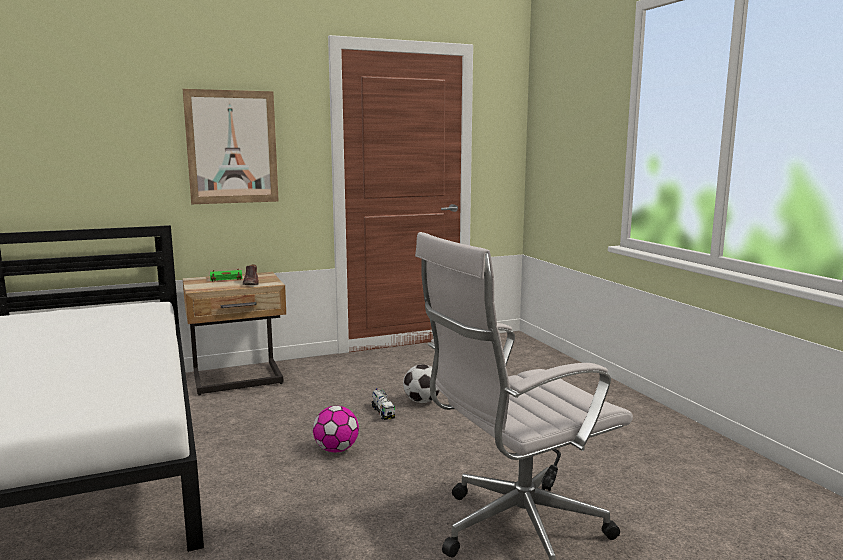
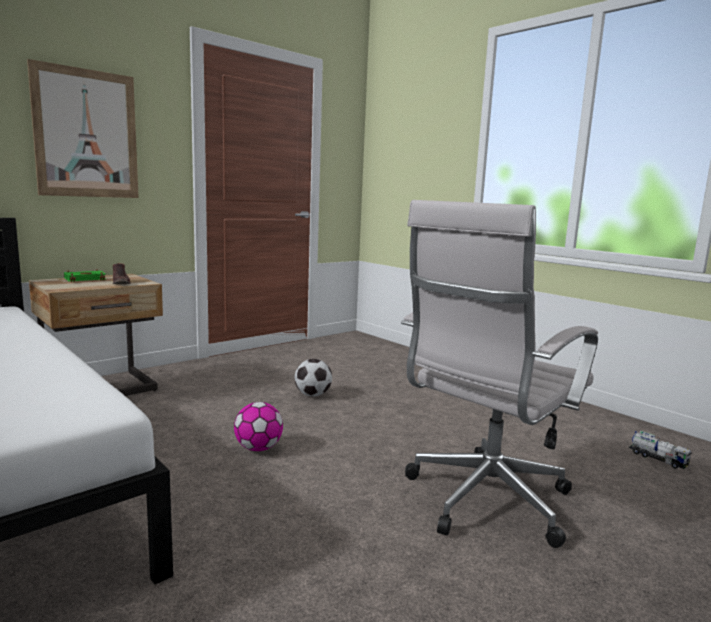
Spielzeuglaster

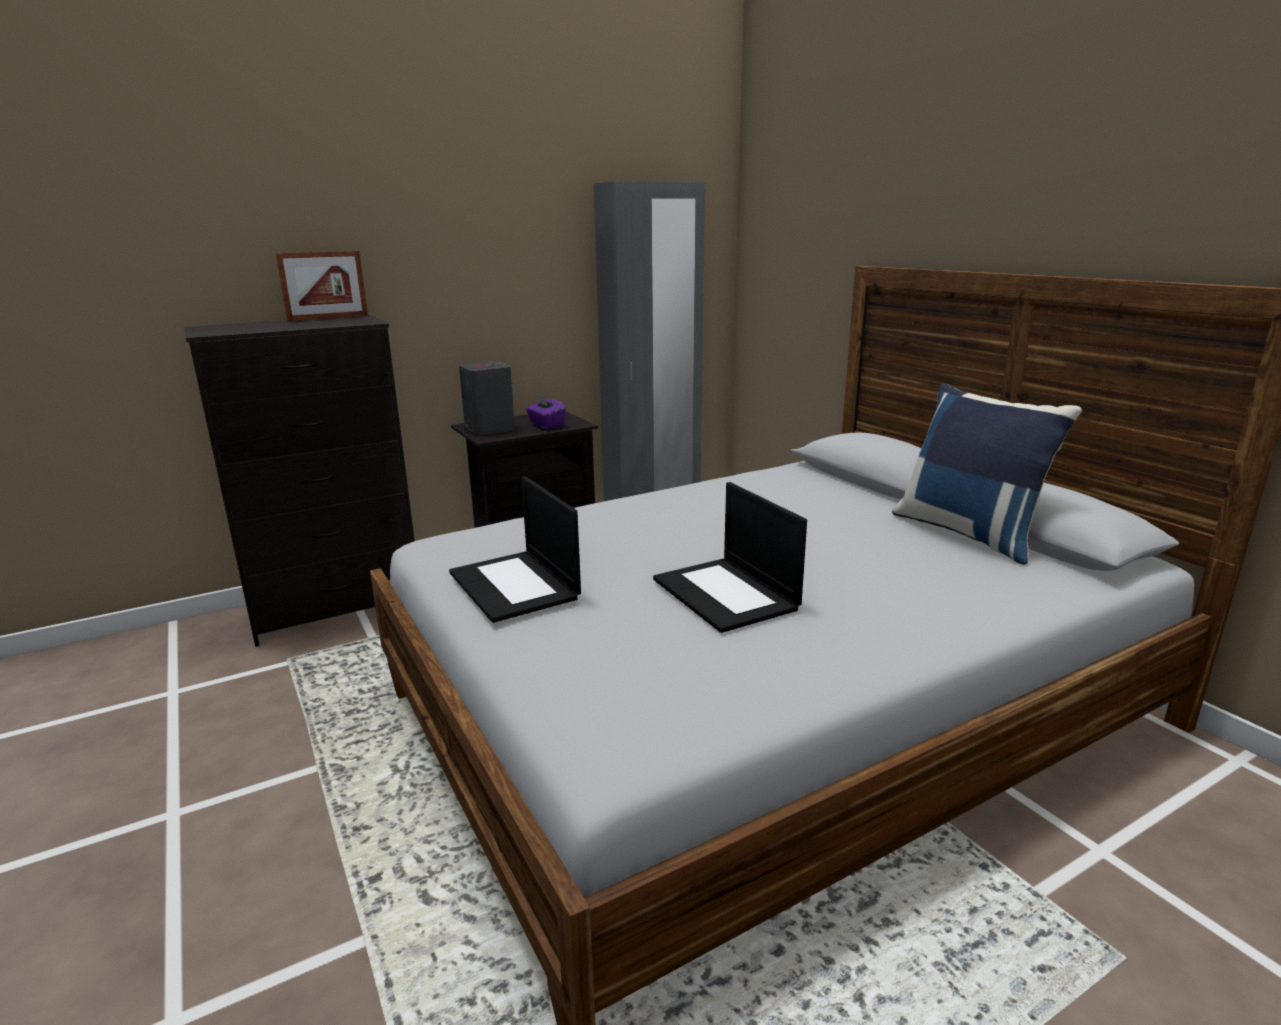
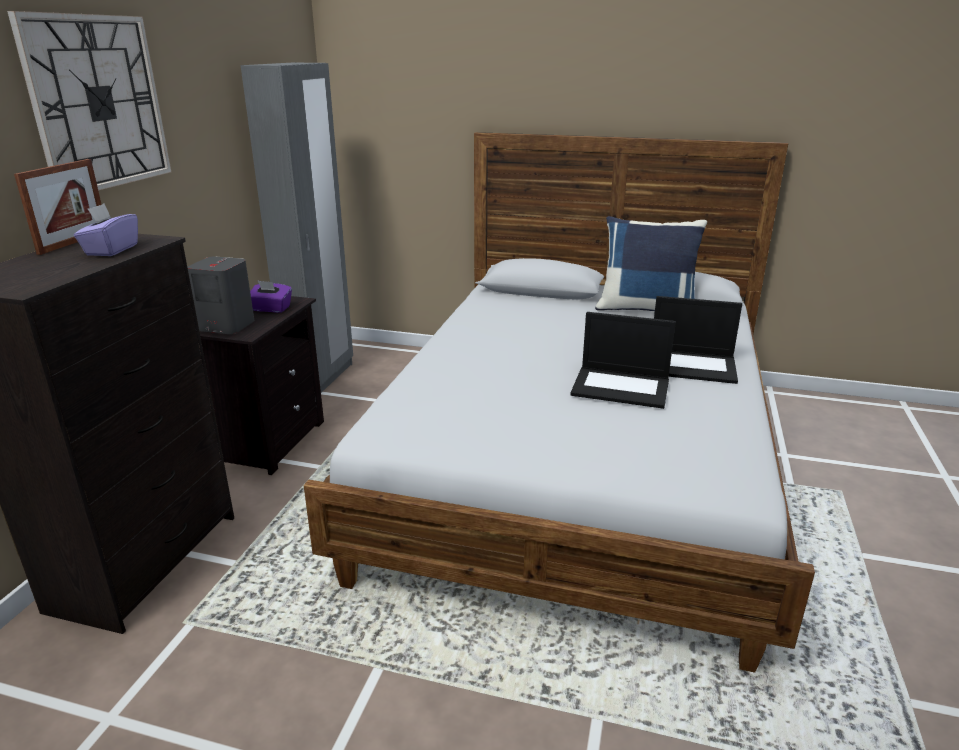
Laptop (no. 2 from left)
Wanduhr
Taschentuchbox (lila) (no. 1 from left)

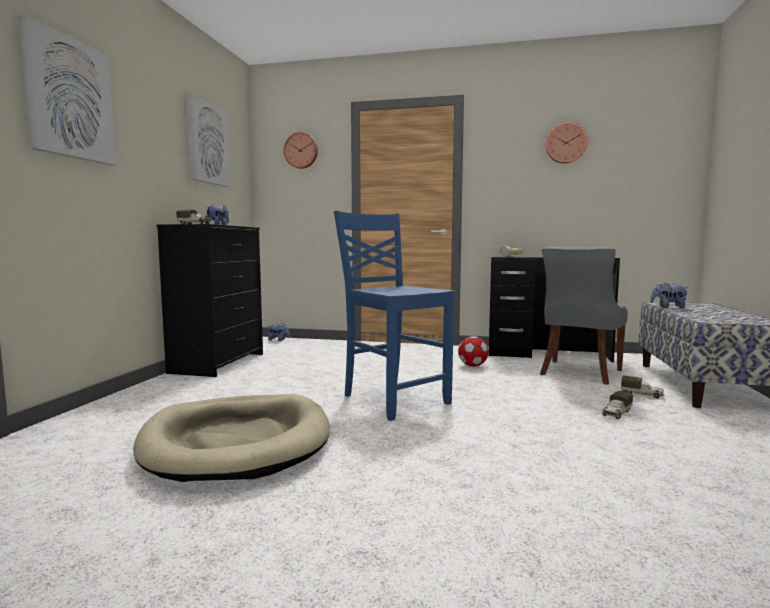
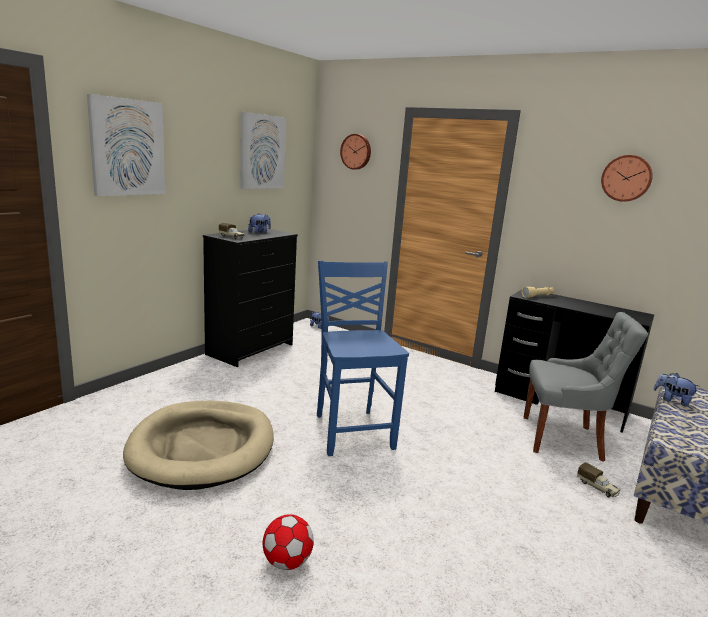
Stuhl (grau)
Fußball
Spielzeuglaster (no. 2 from left in the first image)

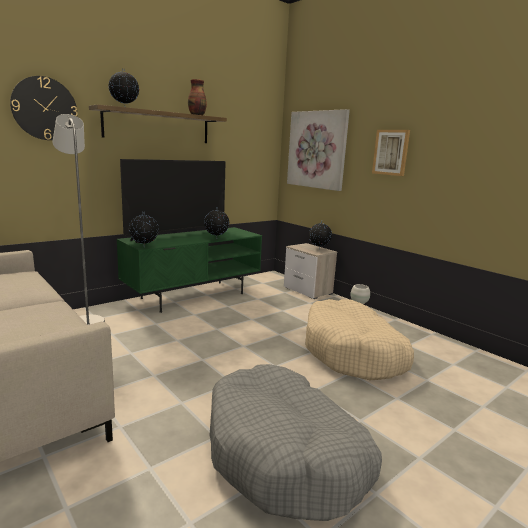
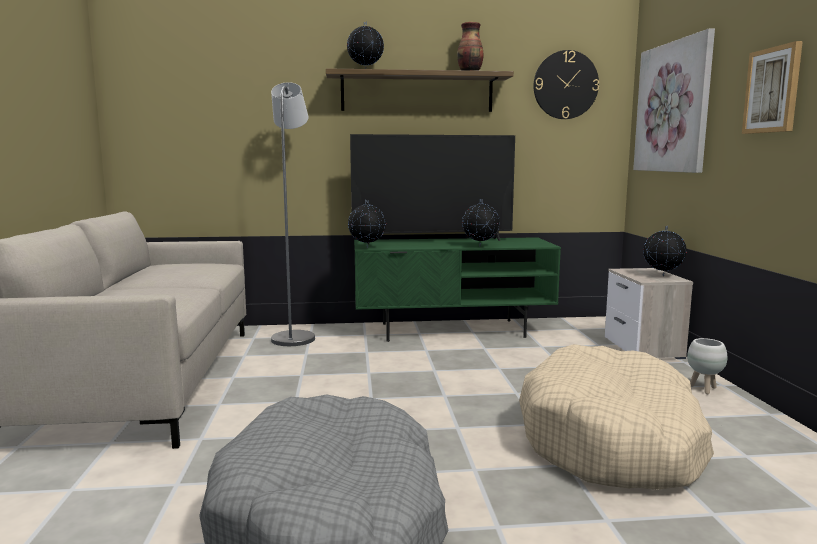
Wanduhr

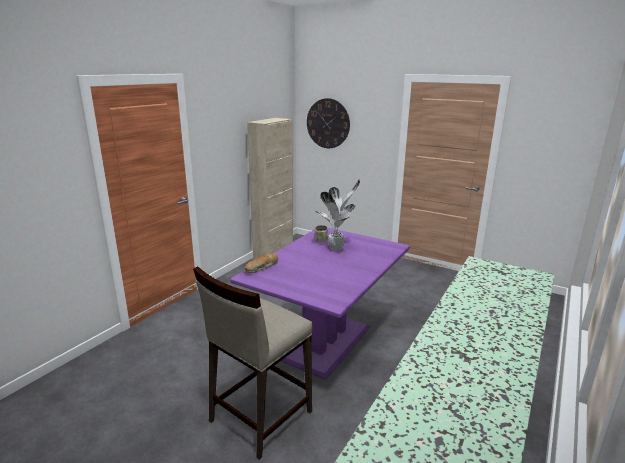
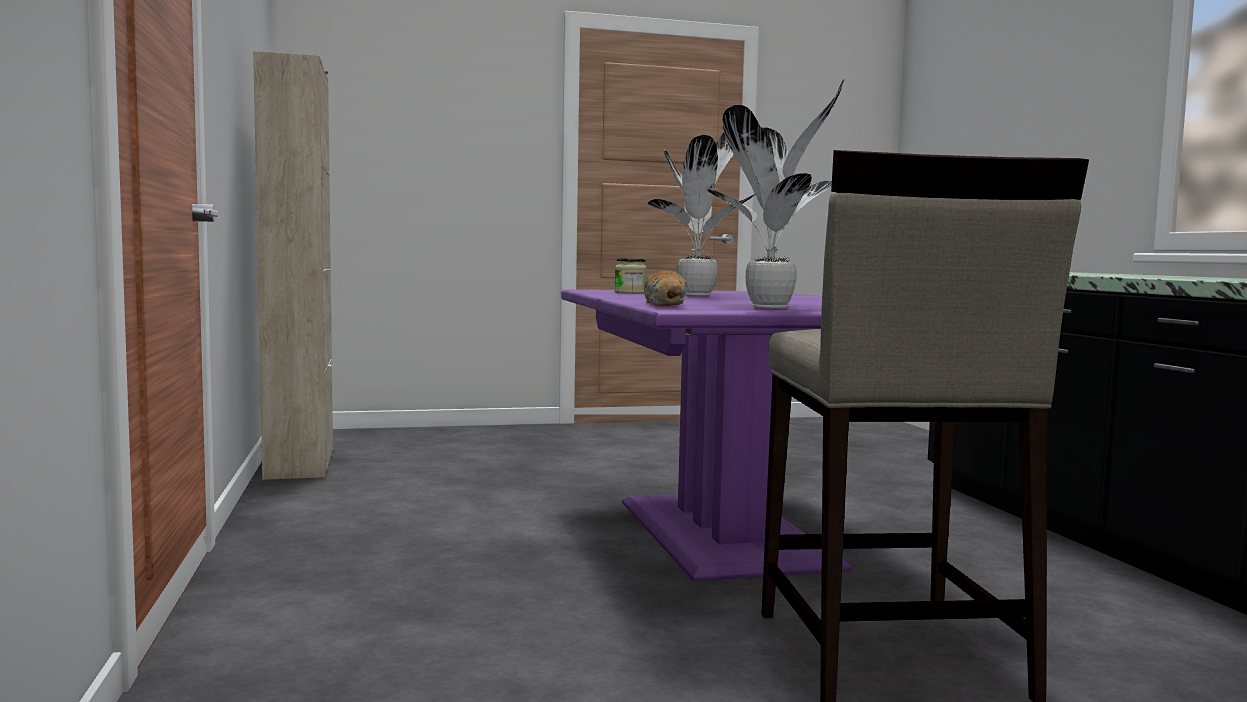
Wanduhr
Topfpflanze (no. 2 from left)

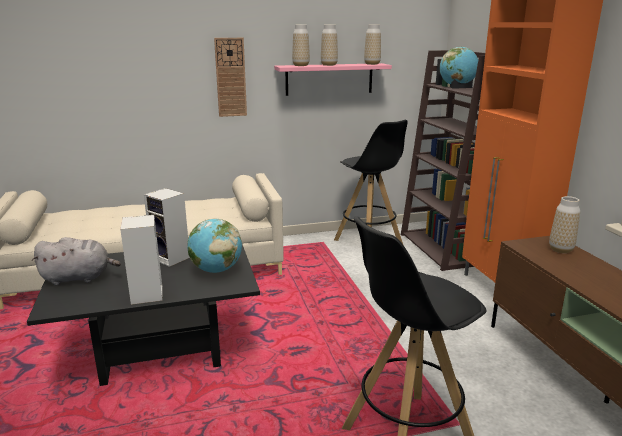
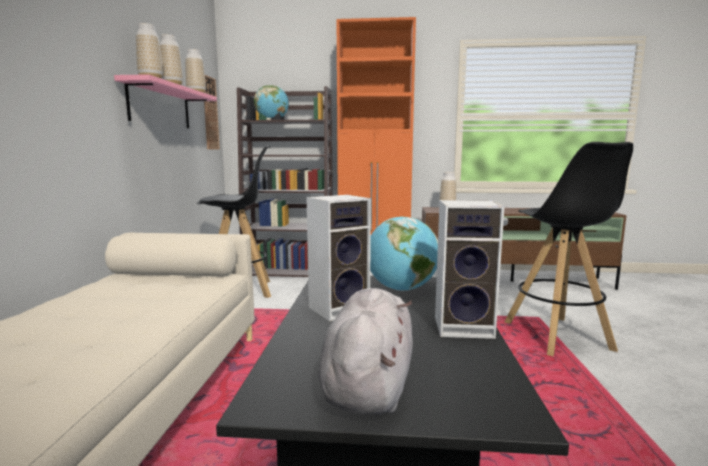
Wanduhr

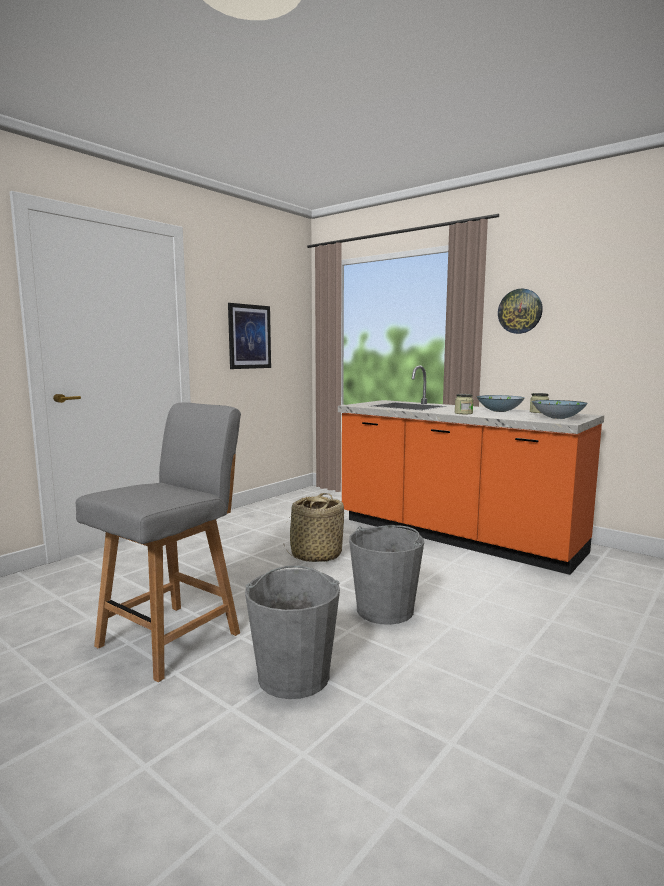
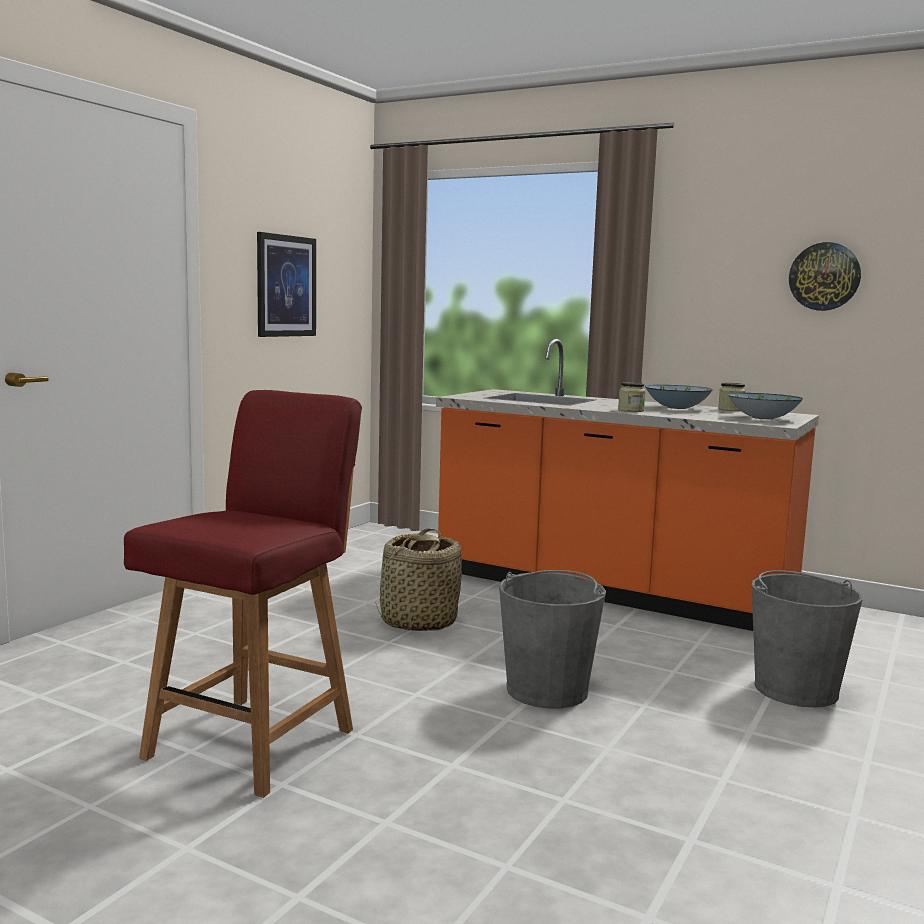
Wanduhr
Stuhl (rot)
Eimer (grau) (no. 2 from left)

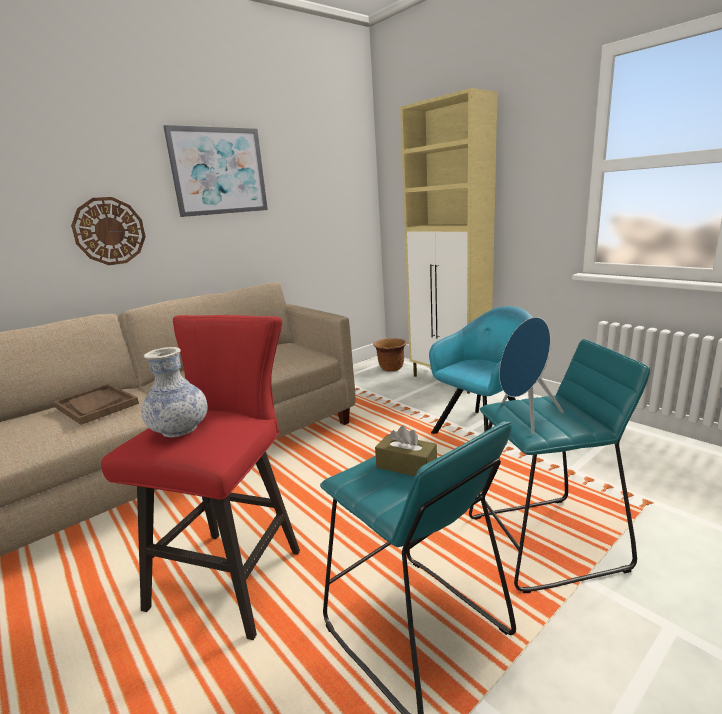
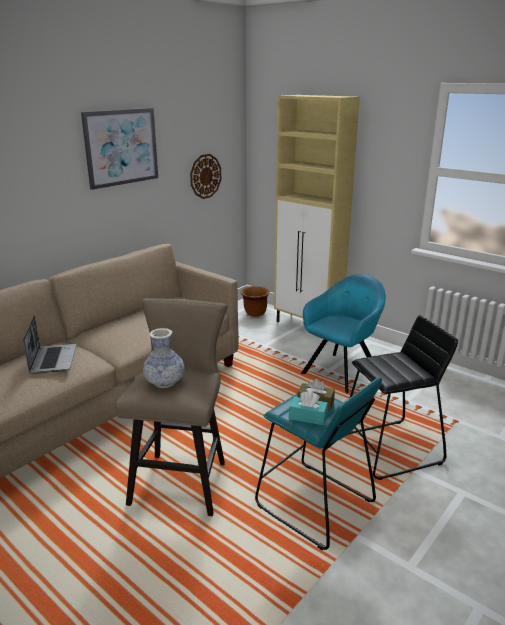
Wanduhr
Hocker (beige)
Lautsprecher (blau)
Hocker (schwarz)
Laptop
Taschentuchbox (türkis)

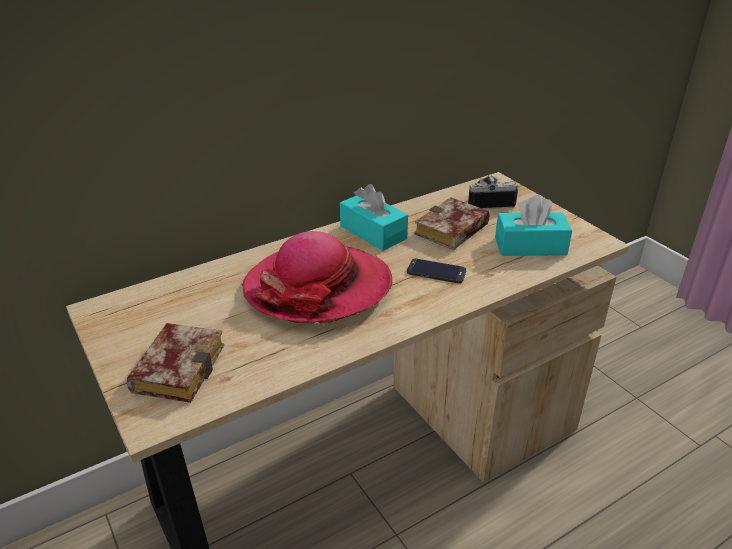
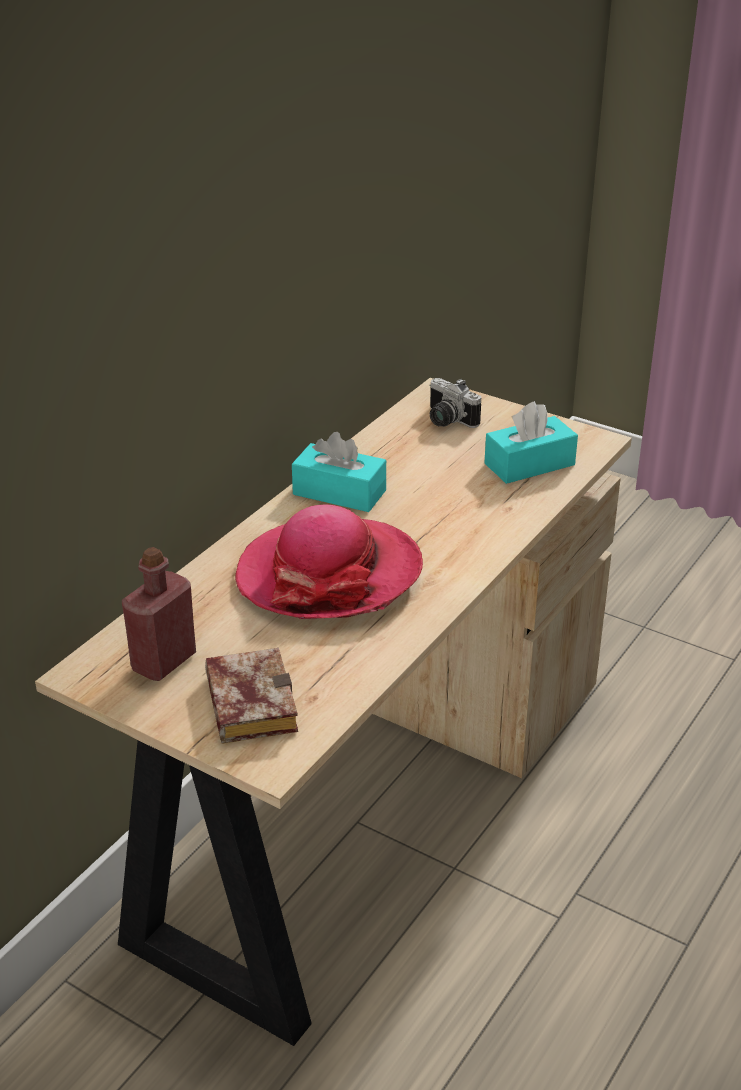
Kamera
Buch (no. 2 from left in the first image)
Handy
Flasche (rot)

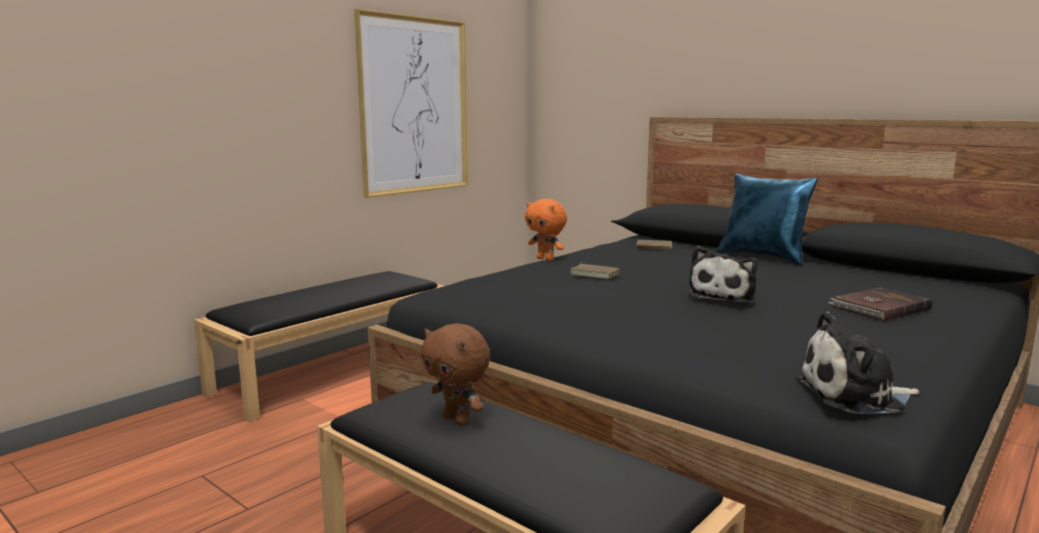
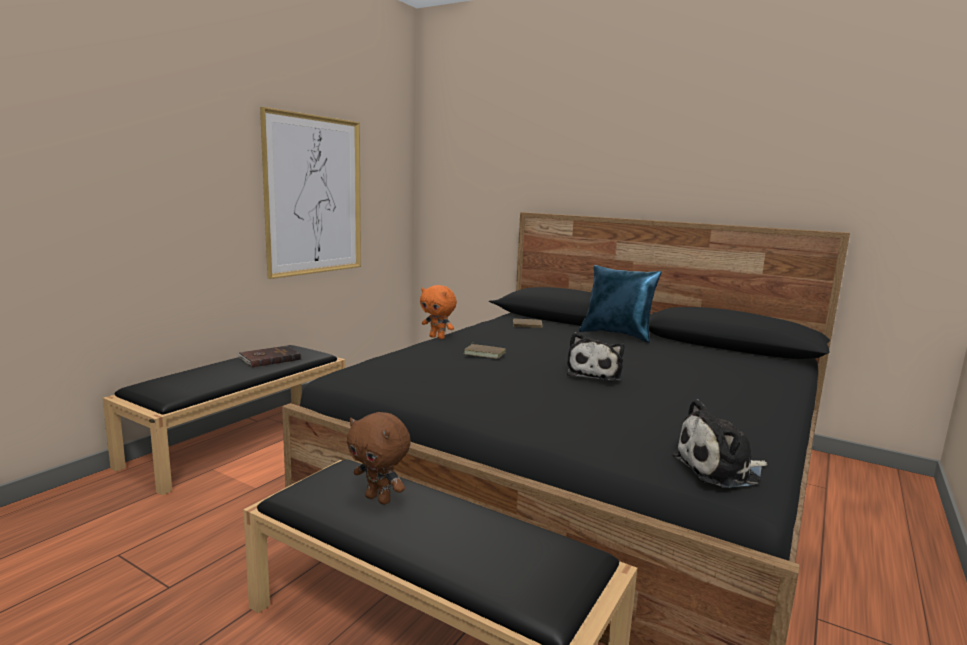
Buch (braun) (no. 1 from left)

